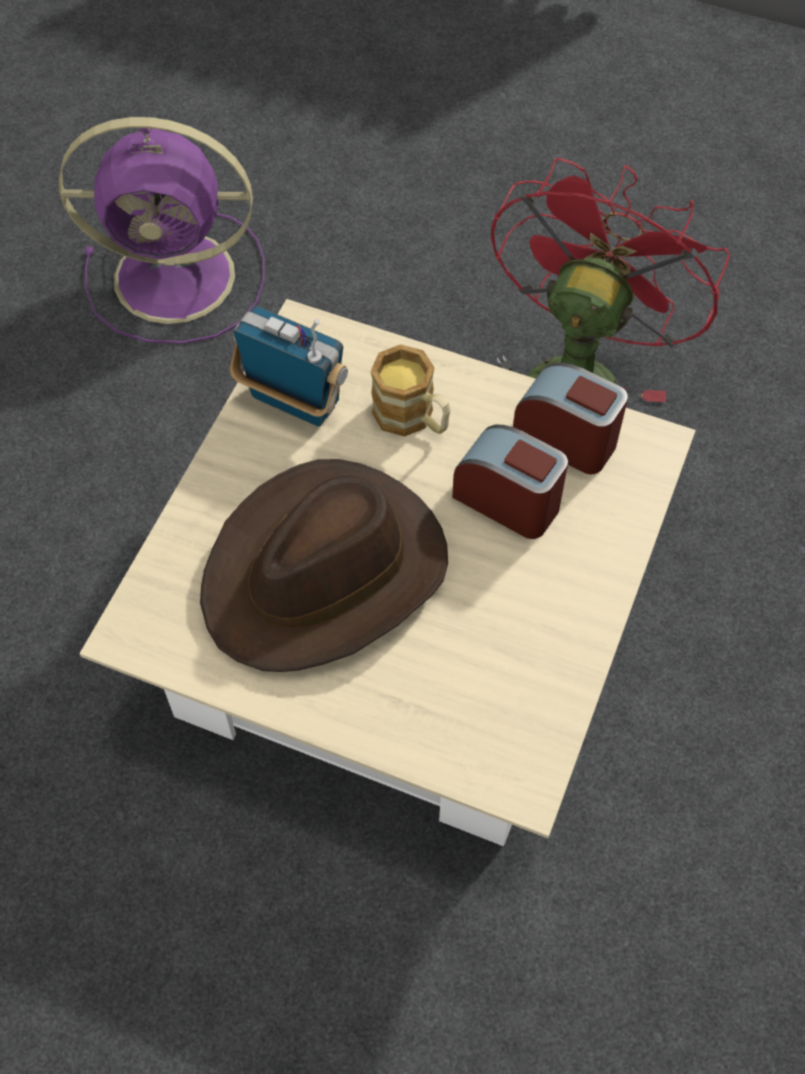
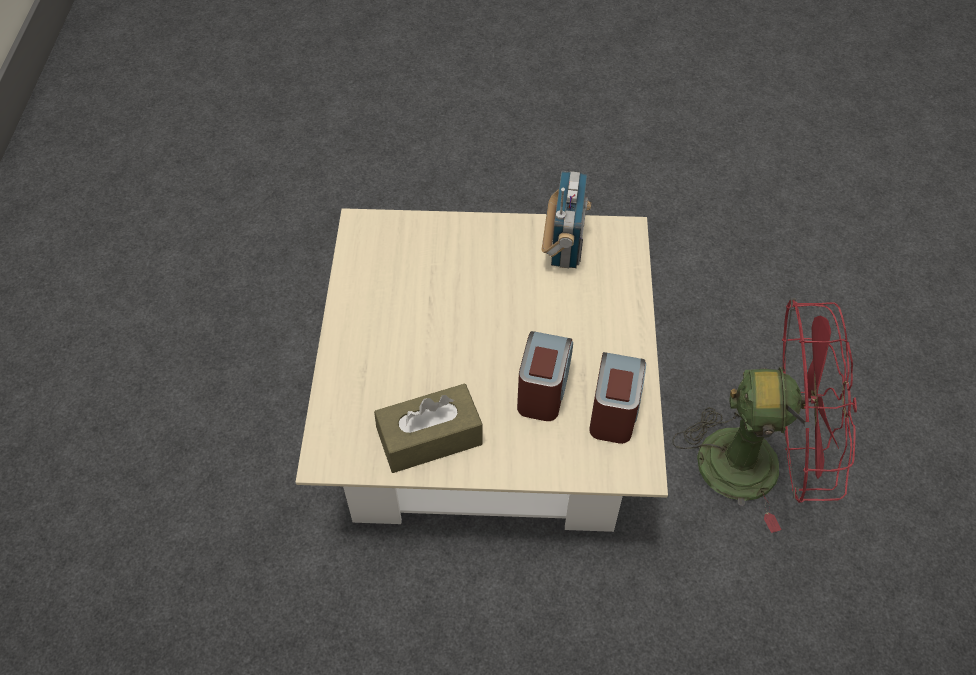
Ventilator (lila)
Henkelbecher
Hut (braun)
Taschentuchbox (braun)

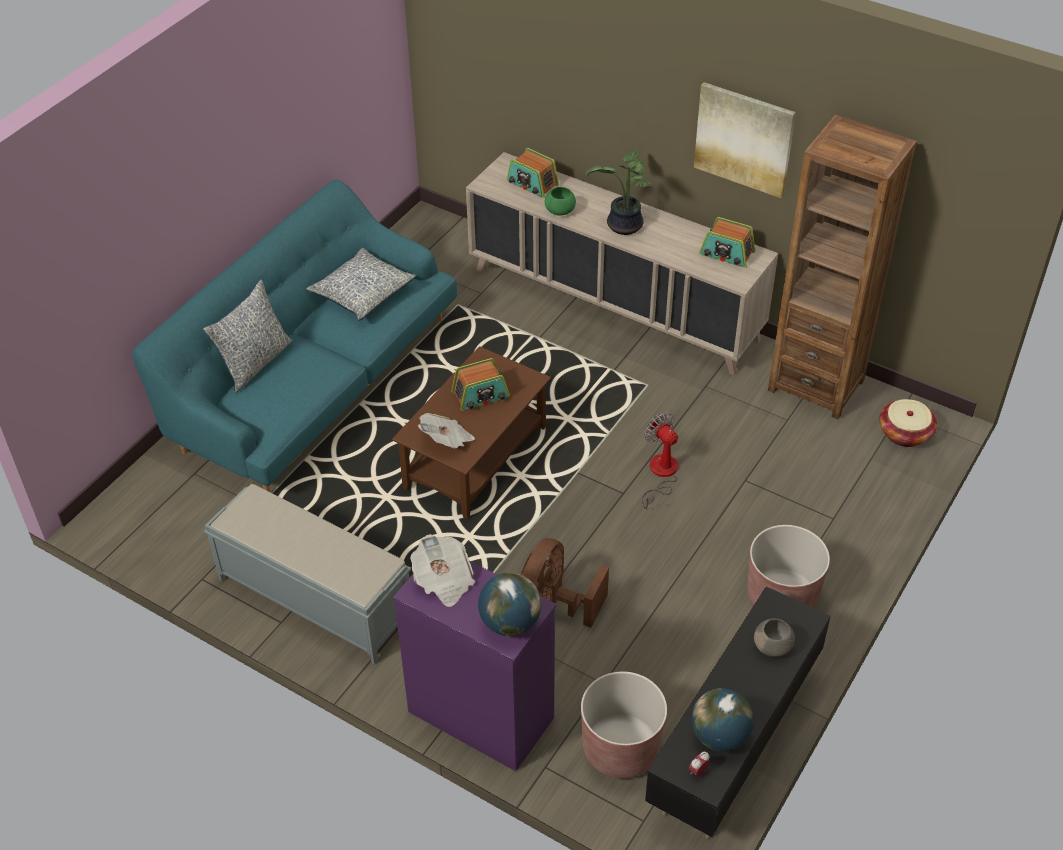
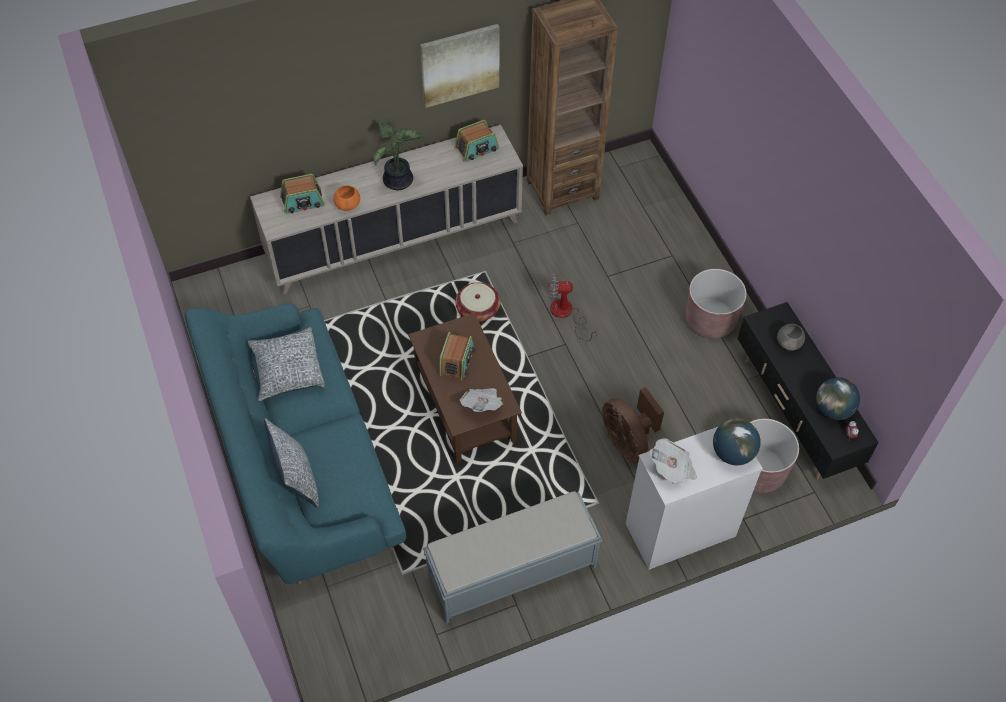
Schüssel (orange)
Korb
Kommode (weiß)

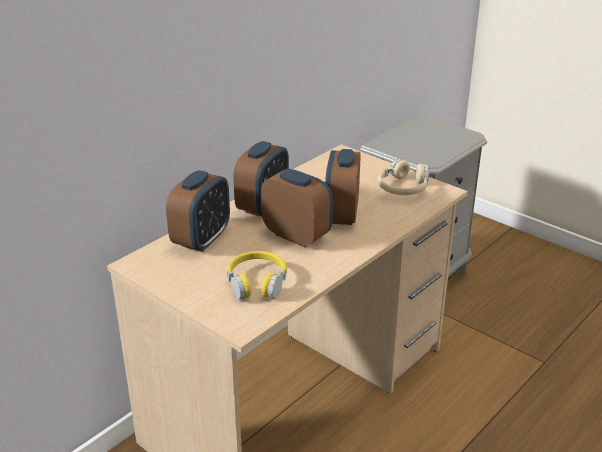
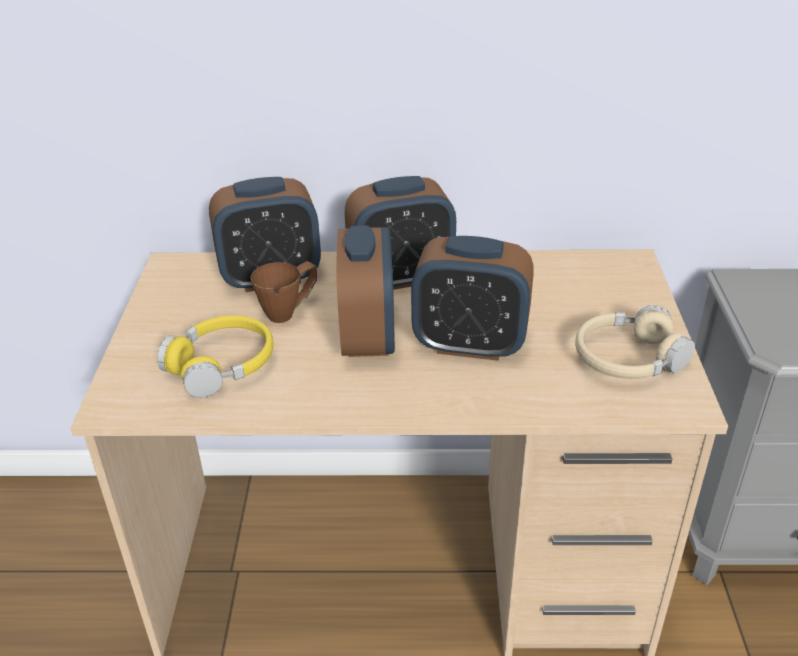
Wecker (no. 4 from left)
Henkelbecher (braun)

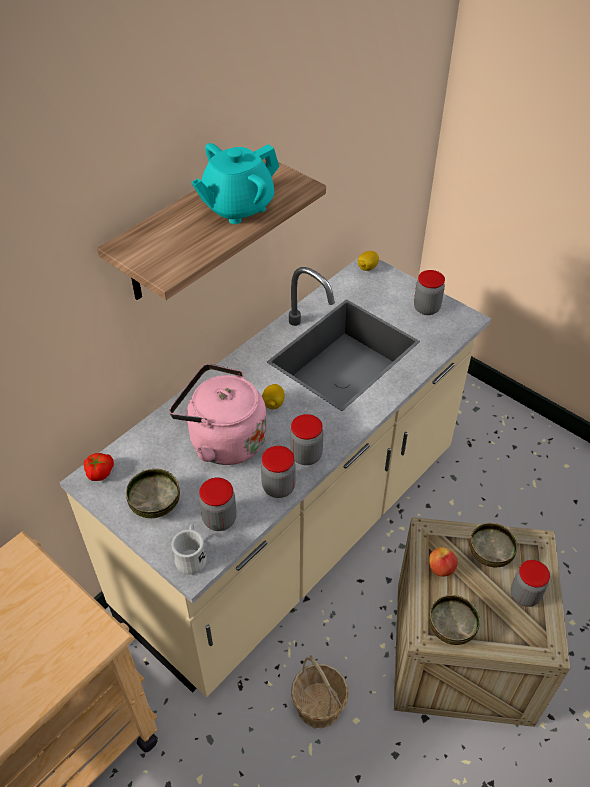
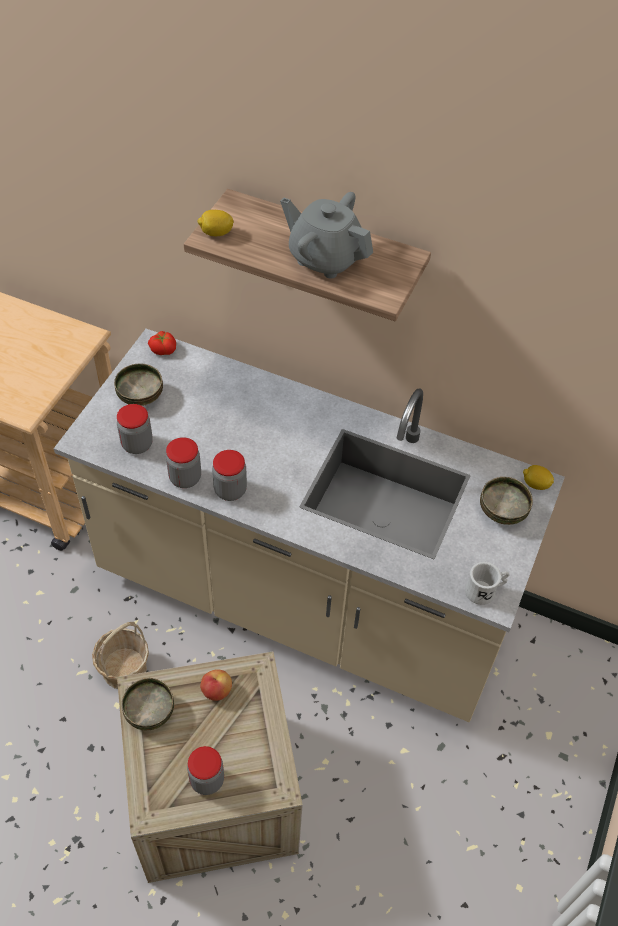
Teekanne (grau)
Vorratsglas (no. 4 from left in the first image)
Wasserkessel (rosa)
Zitrone (no. 1 from left)
Schüssel (no. 3 from left)
Henkelbecher (weiß)

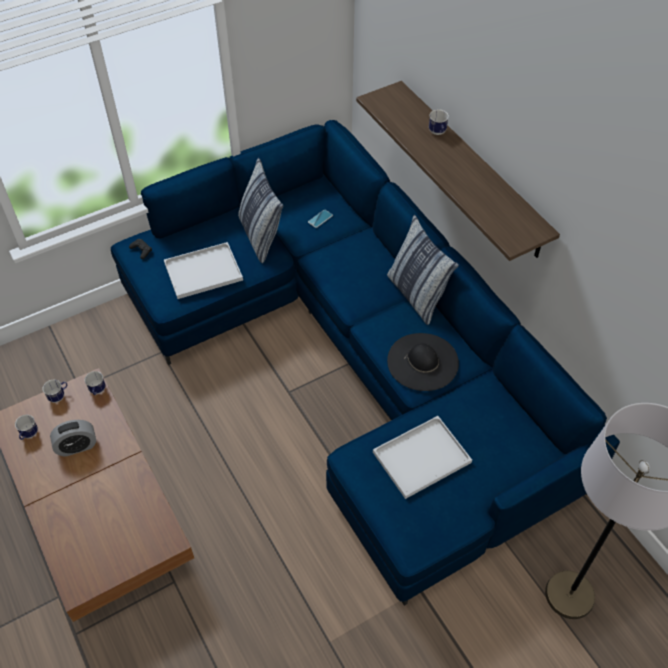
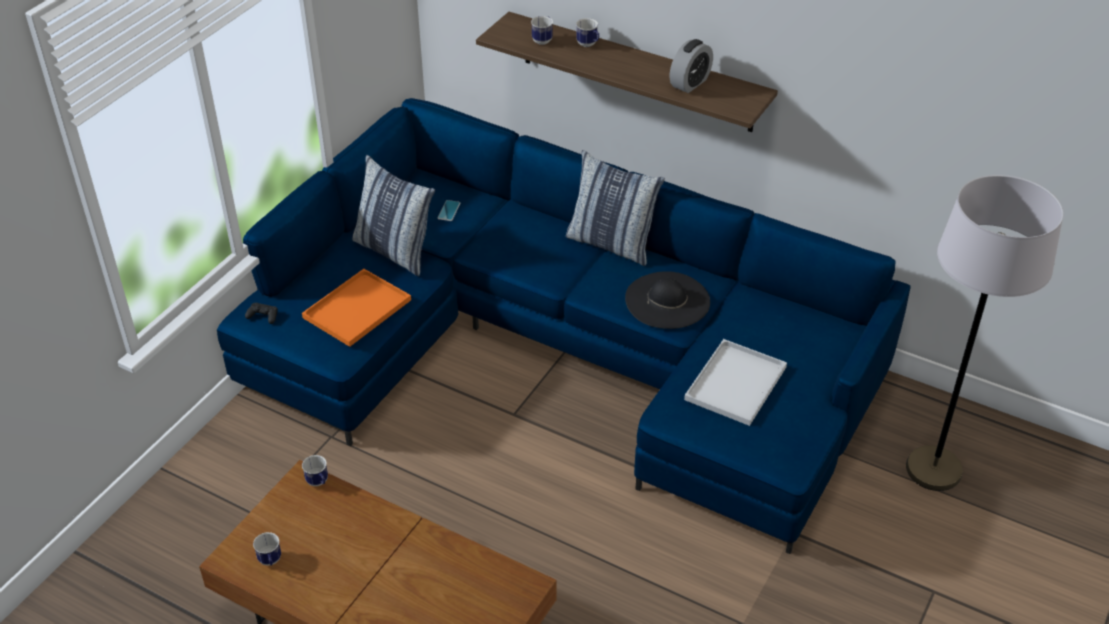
Tablett (orange)
Henkelbecher (no. 3 from left)
Wecker

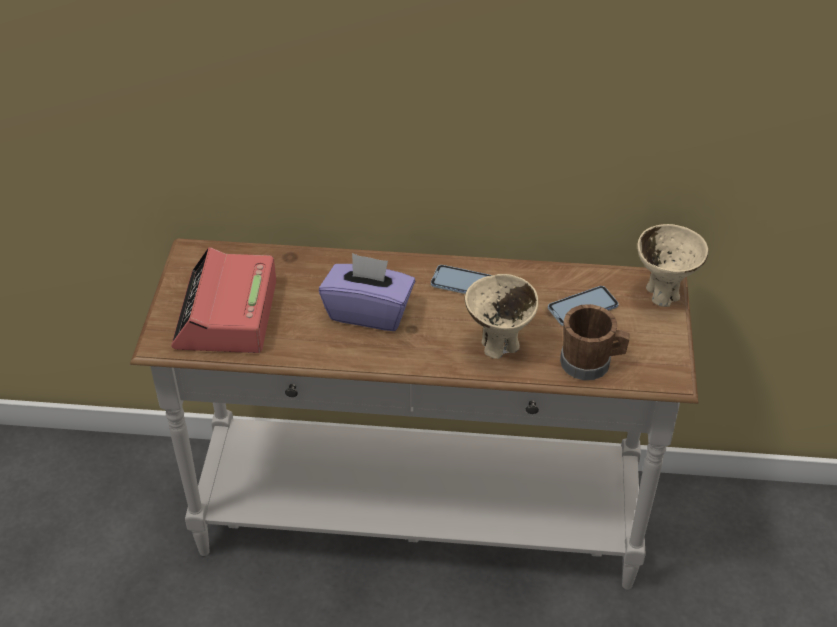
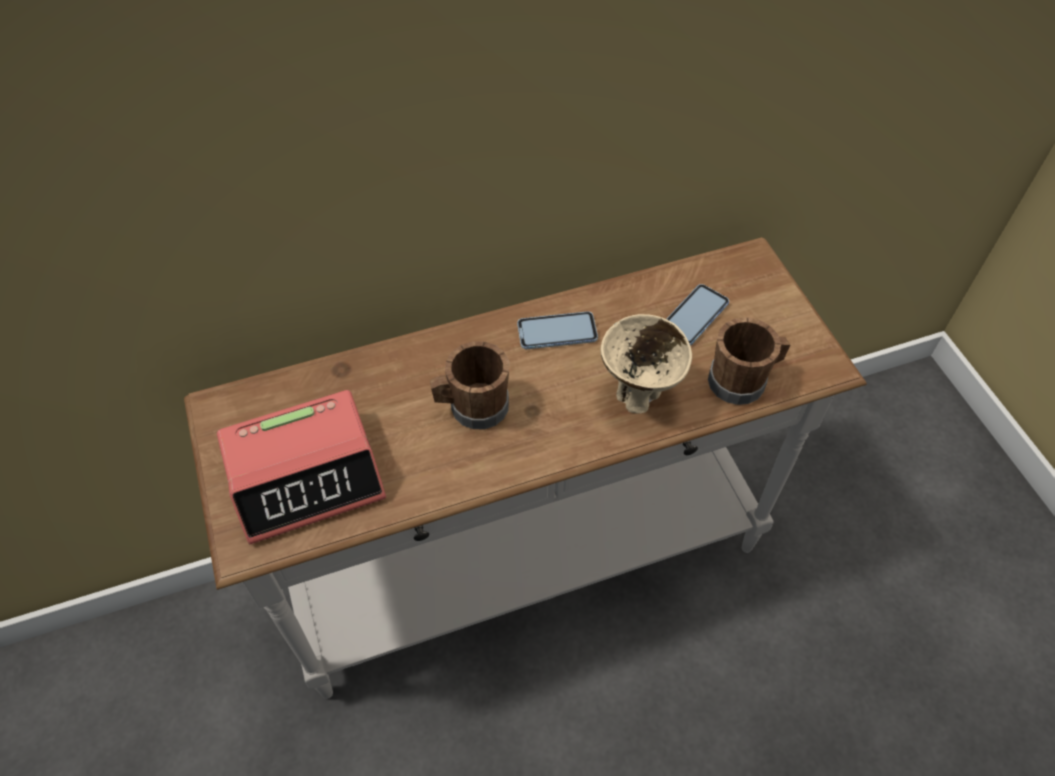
Schüssel (beige) (no. 2 from left in the first image)
Wecker
Henkelbecher (braun) (no. 1 from left)

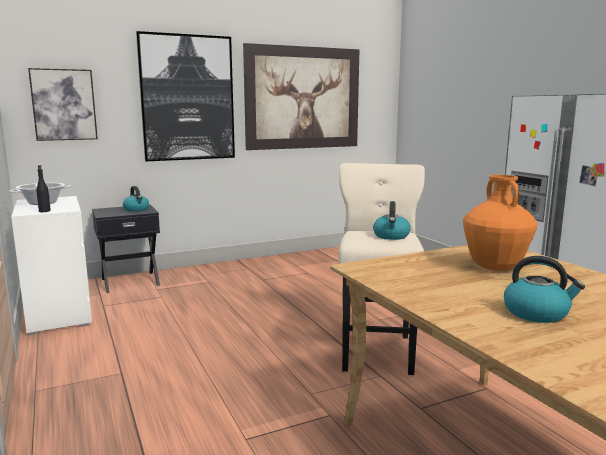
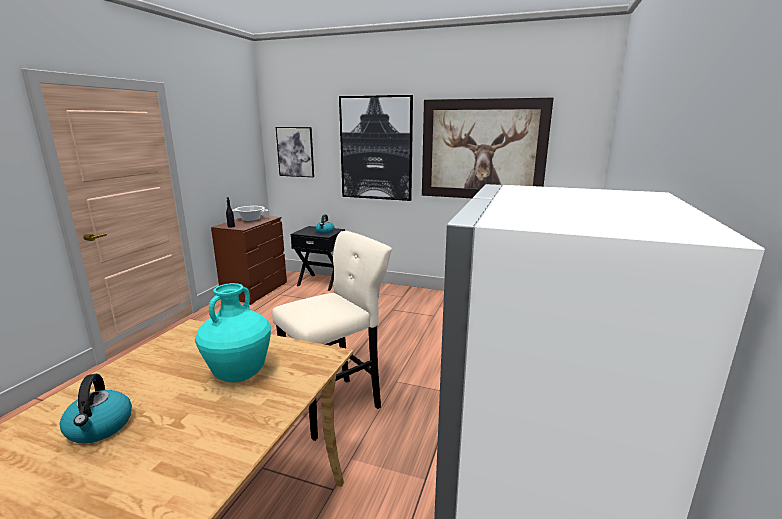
Vase (türkis)
Kommode (braun)
Wasserkessel (no. 2 from left in the first image)

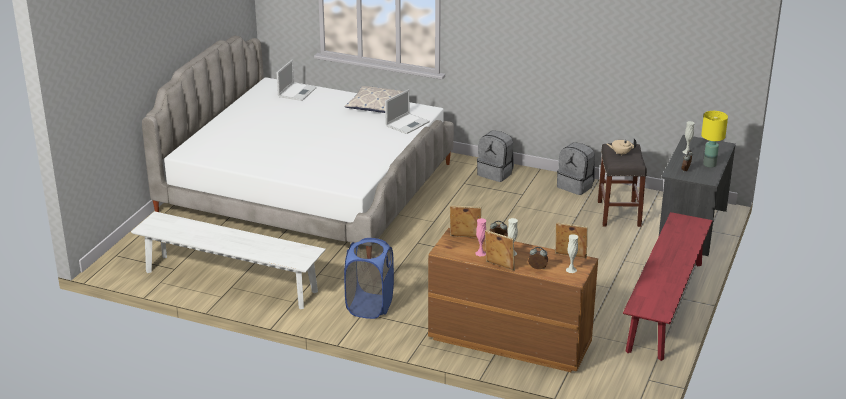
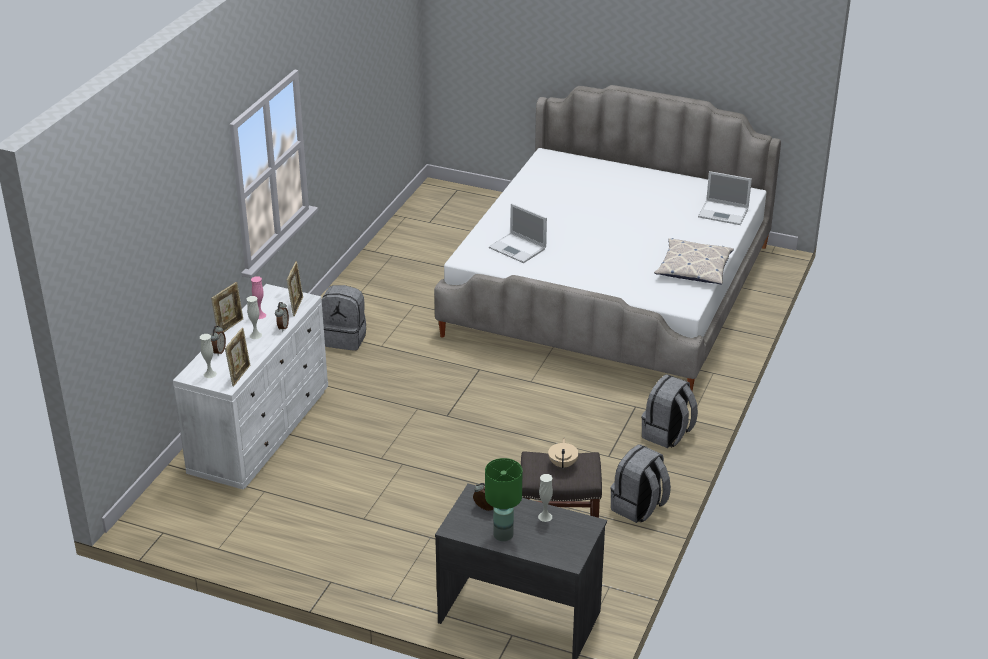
Laptop (no. 1 from left)
Tischlampe (grün)
Bank (weiß)
Bank (rot)
Kommode (weiß)
Rucksack (grau) (no. 1 from left)

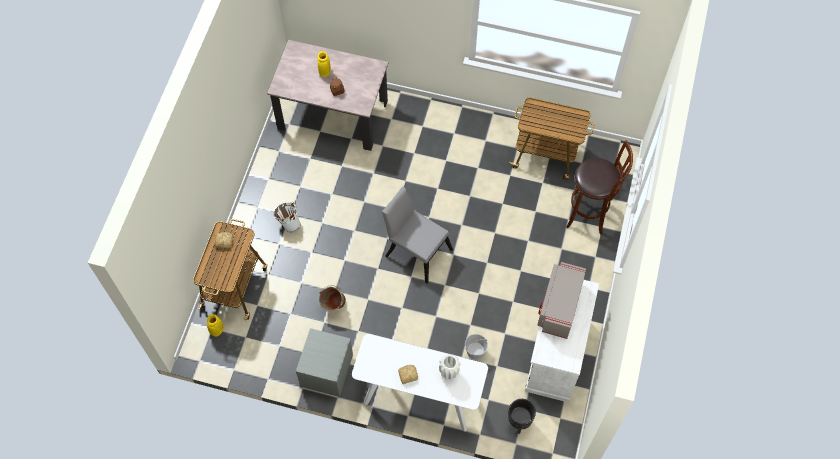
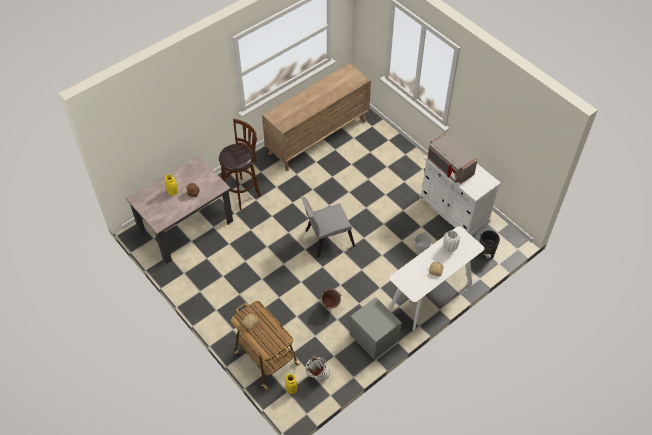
Kommode (braun)
Hocker (braun)
Eimer (weiß) (no. 1 from left)

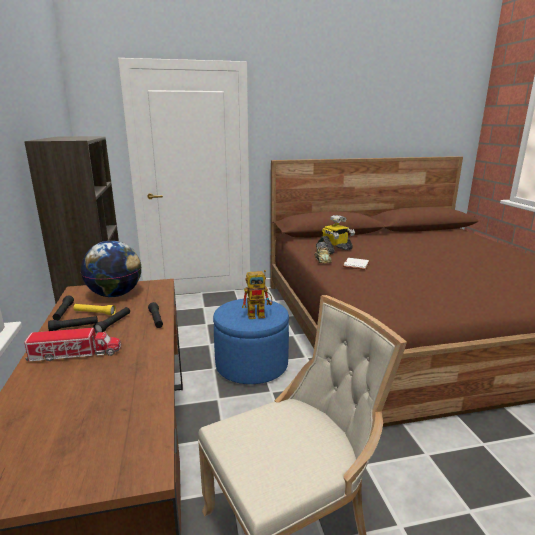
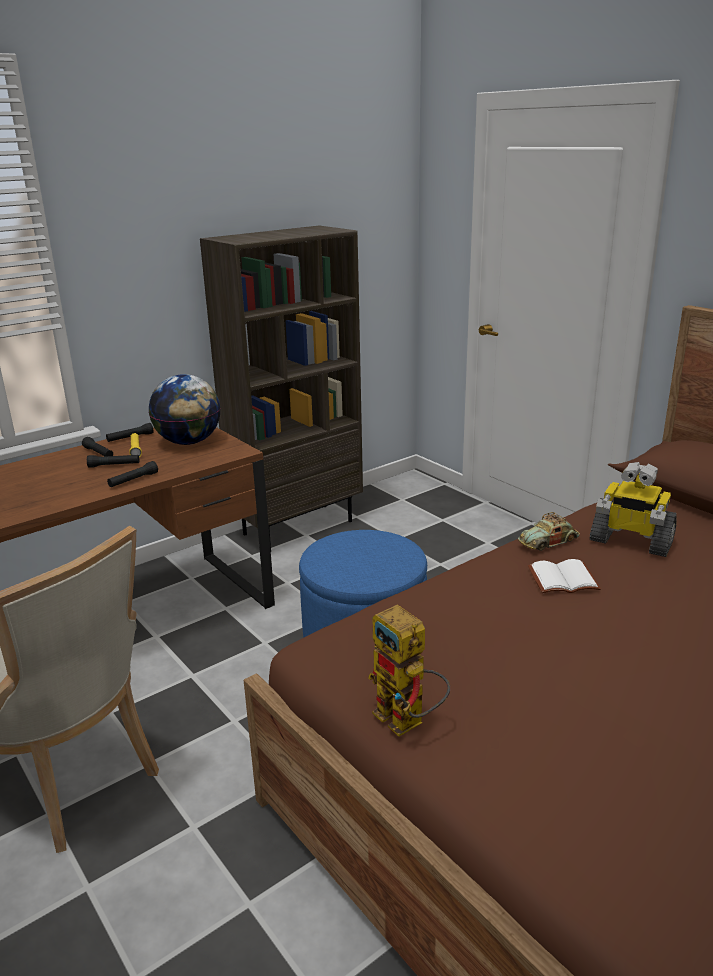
Spielzeugroboter (no. 1 from left)
Spielzeuglaster

